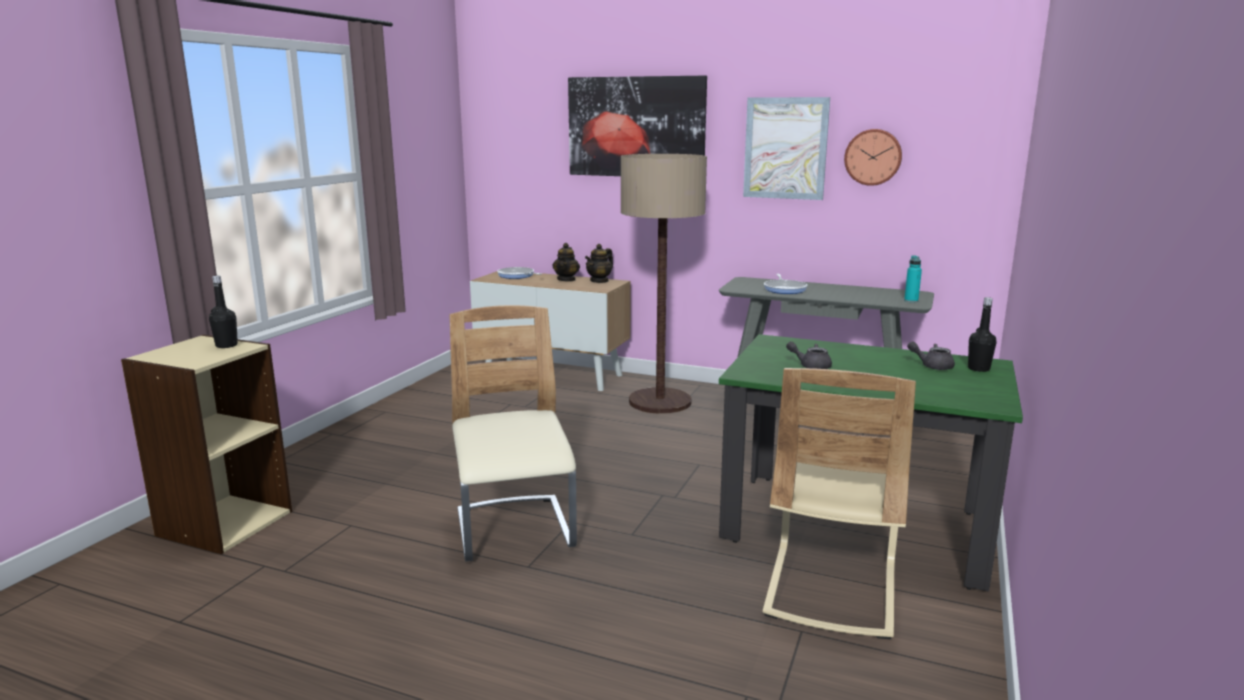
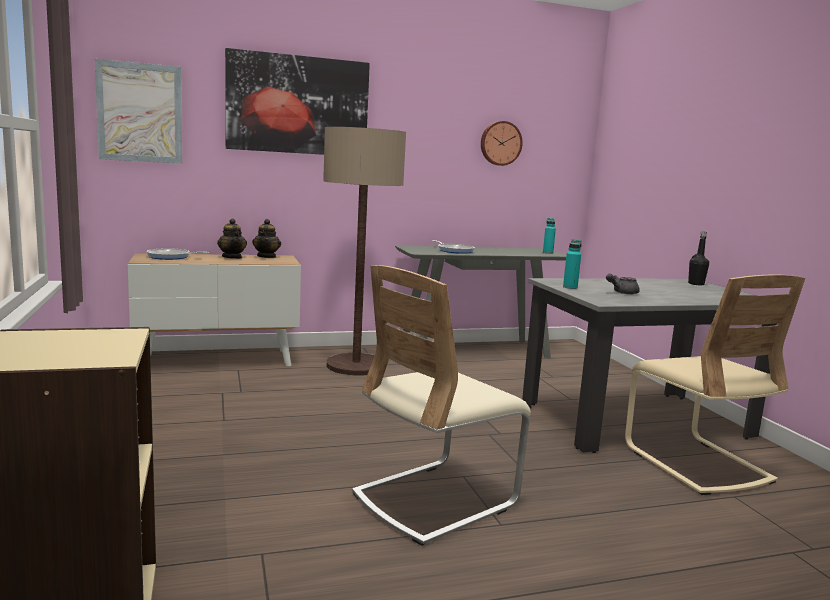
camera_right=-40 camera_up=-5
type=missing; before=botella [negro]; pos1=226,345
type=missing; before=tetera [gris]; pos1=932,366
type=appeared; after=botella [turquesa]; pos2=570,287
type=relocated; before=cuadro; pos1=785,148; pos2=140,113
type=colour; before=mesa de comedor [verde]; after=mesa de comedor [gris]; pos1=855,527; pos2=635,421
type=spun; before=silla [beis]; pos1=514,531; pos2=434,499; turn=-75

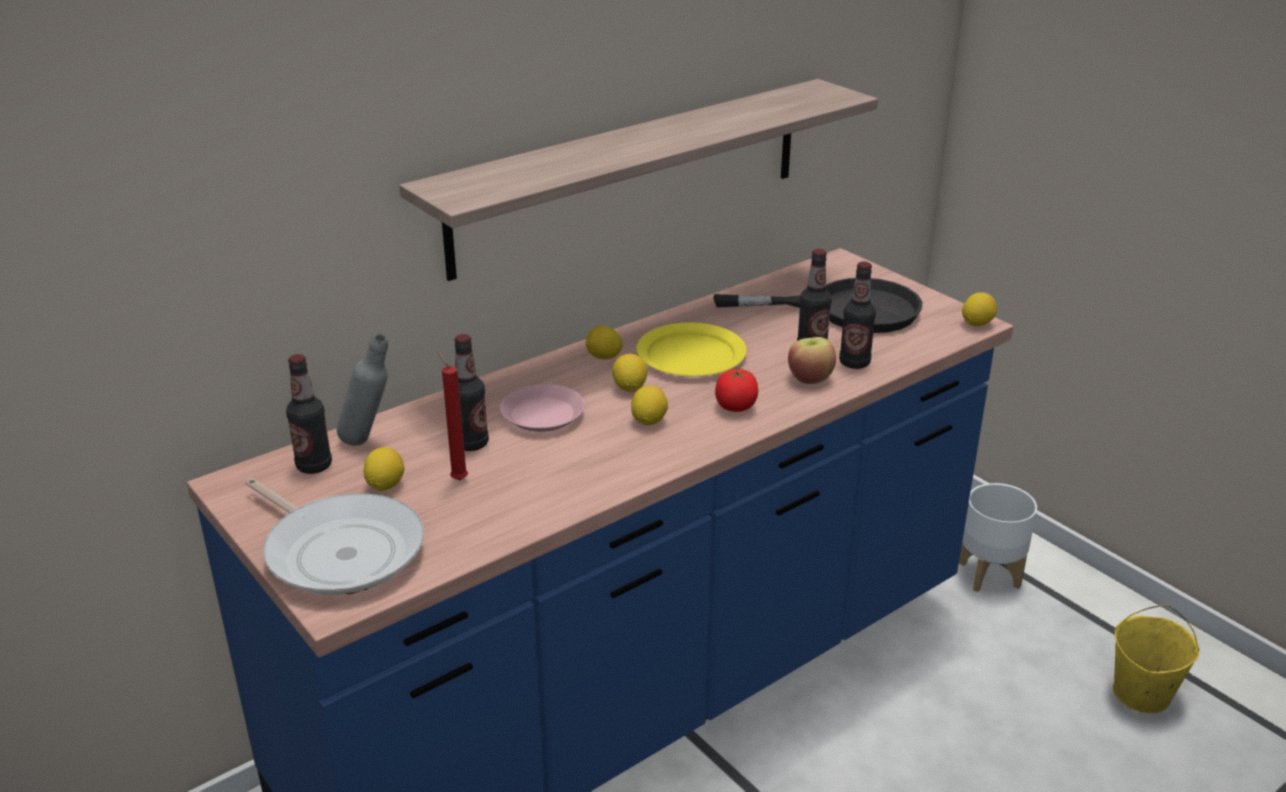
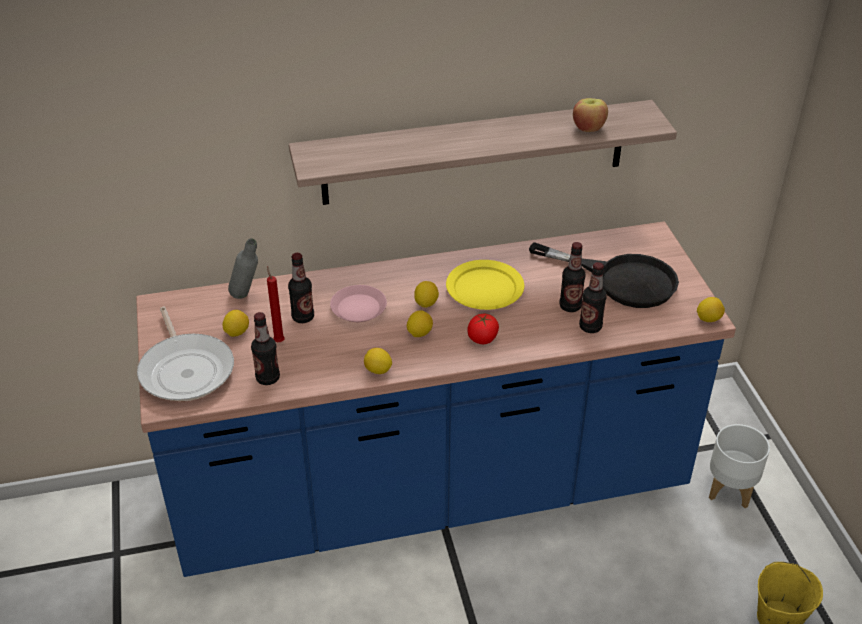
camera_right=25 camera_up=10
type=relocated; before=botella; pos1=314,466; pos2=268,378
type=relocated; before=limón; pos1=604,358; pos2=378,370
type=relocated; before=manzana; pos1=810,378; pos2=588,128

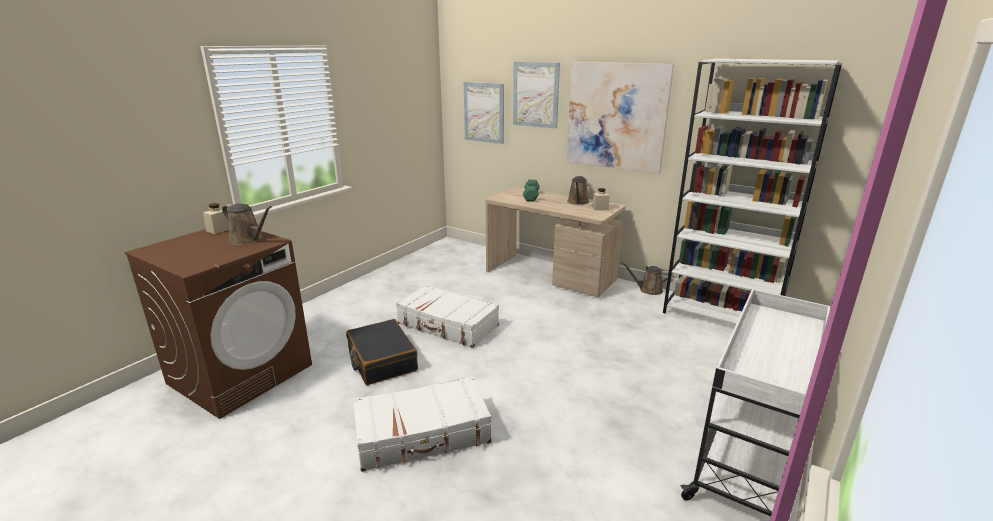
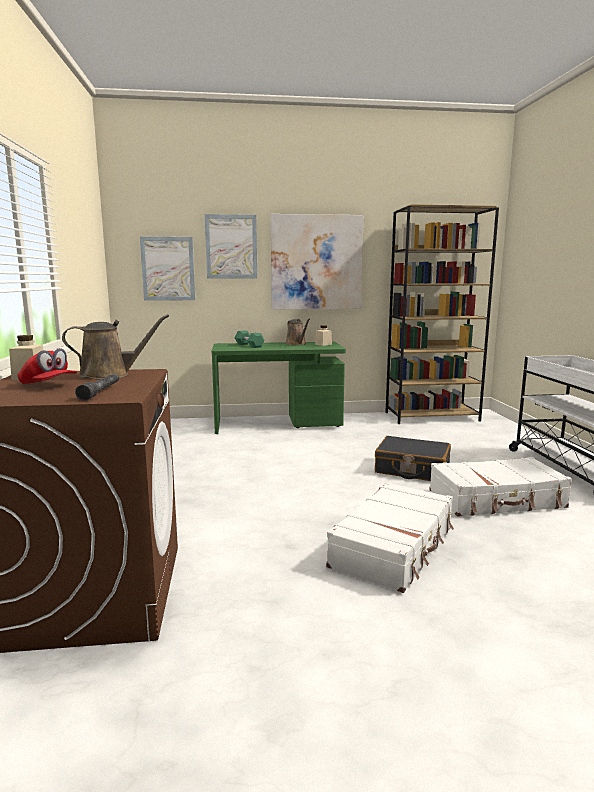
camera_right=-40 camera_up=-10
type=missing; before=regadera [marrón]; pos1=648,290
type=appeared; after=gorra [rojo]; pos2=48,385
type=appeared; after=linterna [gris]; pos2=100,392
type=relocated; before=maleta [negro]; pos1=381,360; pos2=412,469
type=relocated; before=maleta [blanco]; pos1=448,325; pos2=497,499
type=colour; before=escritorio [beis]; after=escritorio [verde]; pos1=550,275; pos2=278,423
type=colour; before=estantería [blanco]; after=estantería [marrón]; pos1=721,315; pos2=432,416

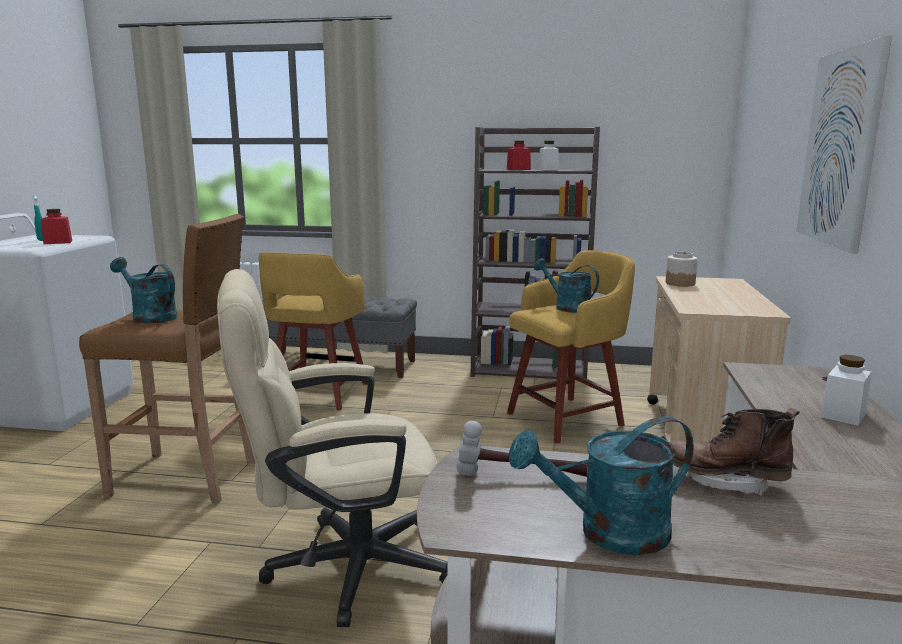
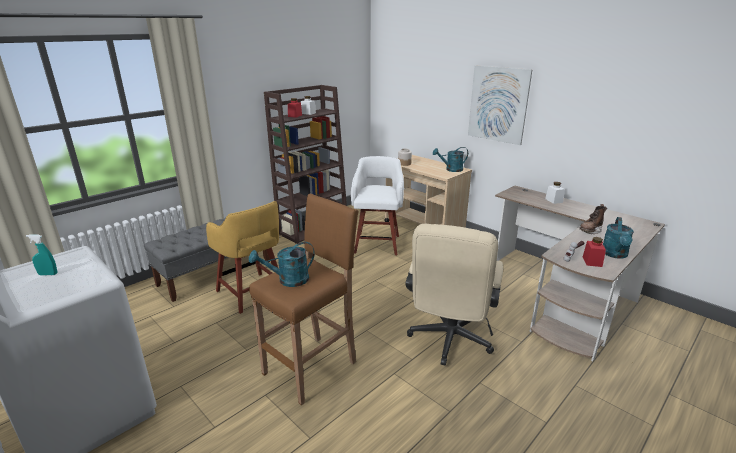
camera_right=-55 camera_up=10
type=relocated; before=tarro [rojo]; pos1=58,242; pos2=592,261
type=relocated; before=regadera [turquesa]; pos1=567,307; pos2=451,169
type=colour; before=taburete [amarillo]; after=taburete [blanco]; pos1=568,418; pos2=377,243

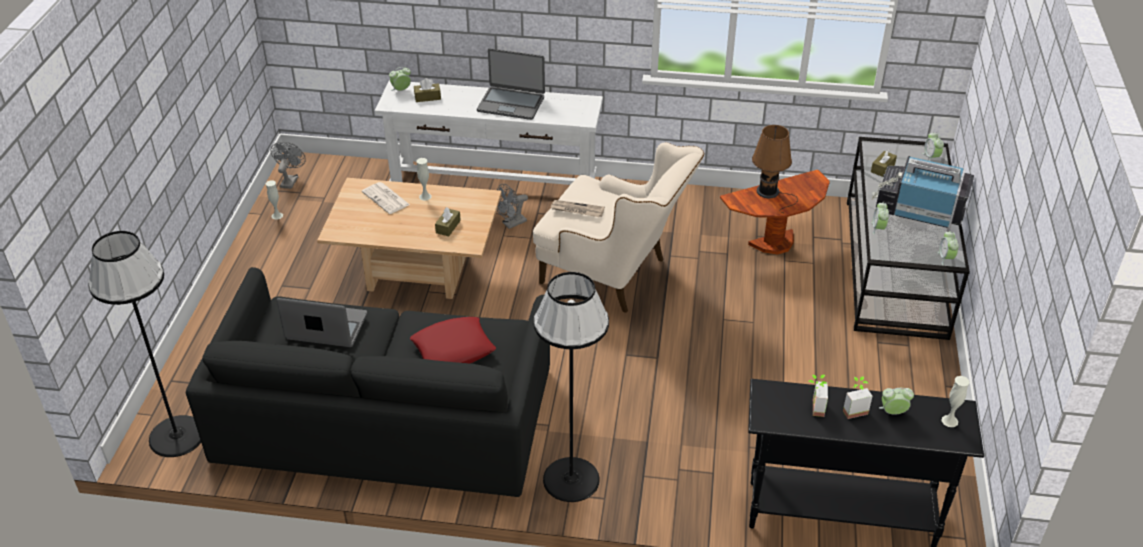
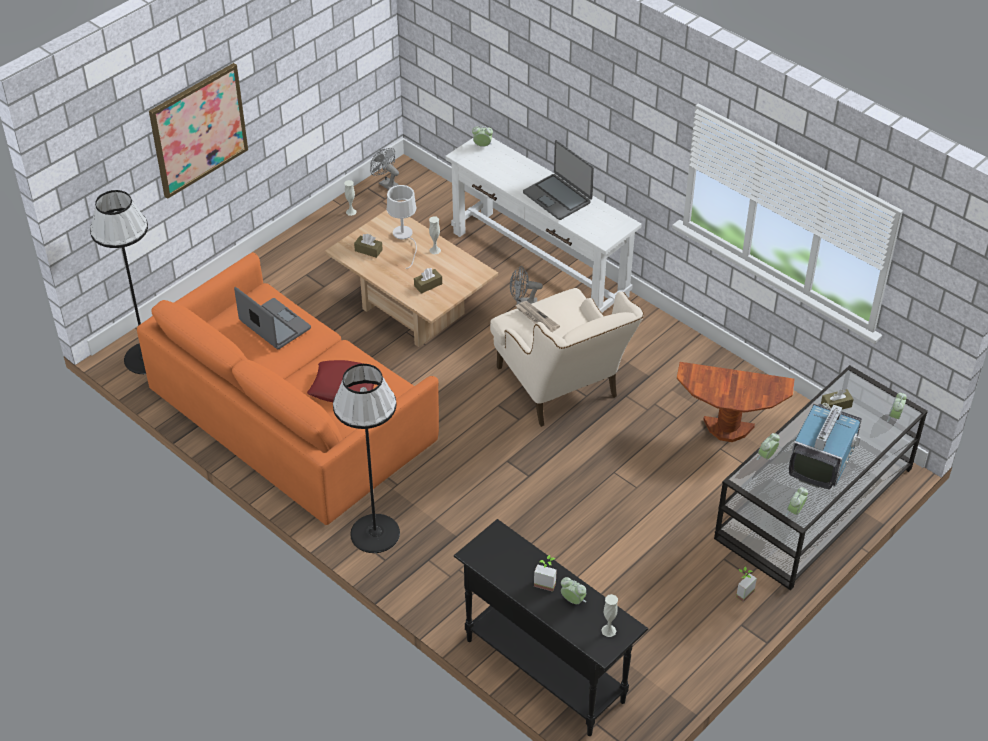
camera_right=35 camera_up=5
type=missing; before=lámpara de mesa [marrón]; pos1=770,193
type=appeared; after=cuadro; pos2=198,130
type=relocated; before=caja de pañuelos [marrón]; pos1=427,97; pos2=368,250
type=relocated; before=planta en maceta; pos1=813,407; pos2=742,592
type=exchanged; before=periódico; after=lámpara de mesa [blanco]; pos1=386,198; pos2=404,238
type=colour; before=sofá [negro]; after=sofá [naranja]; pos1=384,414; pos2=291,414
type=spun; before=ventilador [gris]; pos1=290,180; pos2=386,184; turn=-90
type=spun; before=televisor; pos1=918,210; pos2=823,458; turn=60

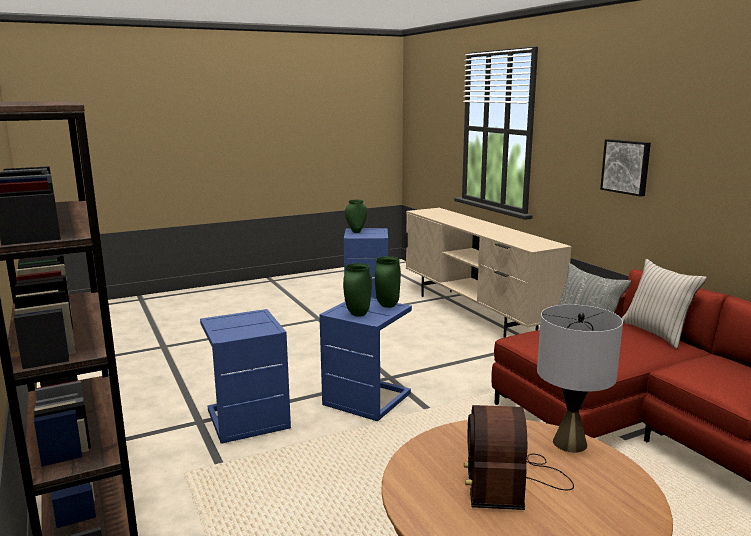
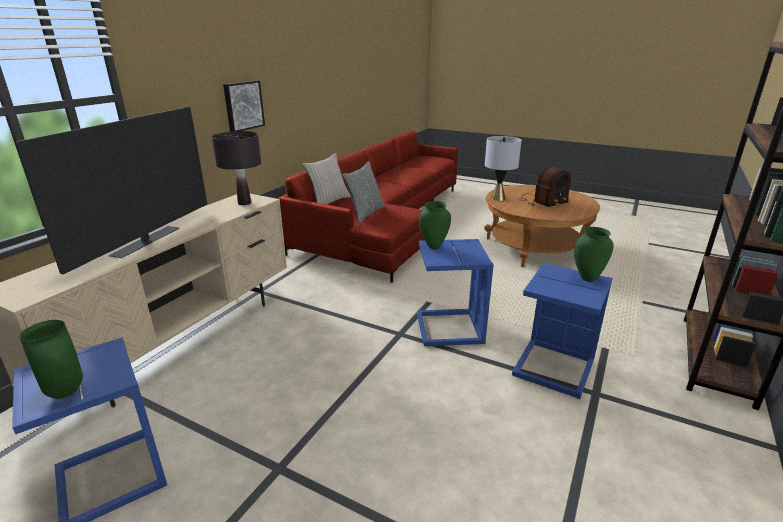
camera_right=-125 camera_up=10
type=appeared; after=televisor; pos2=146,242
type=appeared; after=lámpara de mesa [negro]; pos2=244,203
type=relocated; before=florero [verde]; pos1=358,314; pos2=587,278

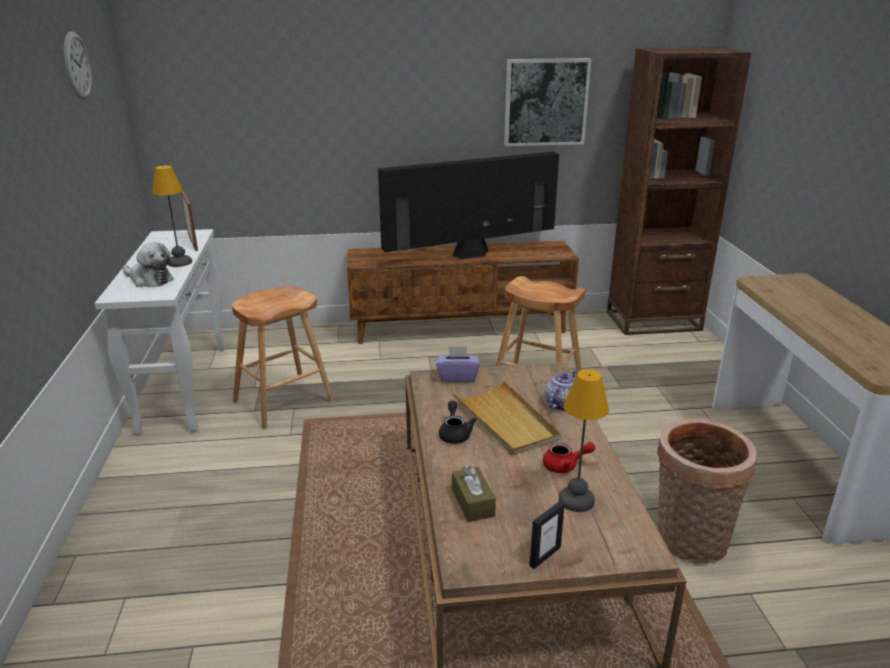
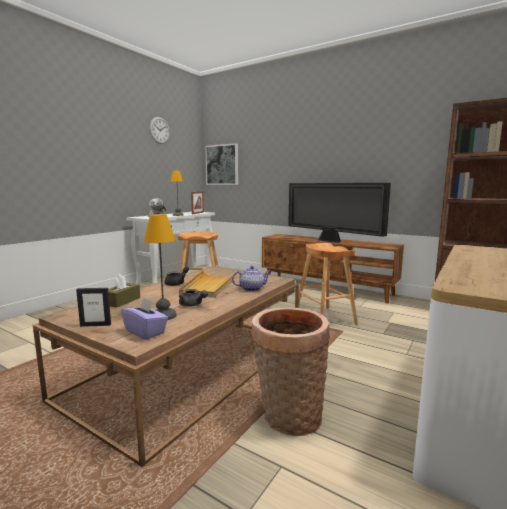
camera_right=40 camera_up=-15
type=relocated; before=caja de pañuelos [morado]; pos1=457,377; pos2=145,332
type=relocated; before=cuadro; pos1=546,102; pos2=222,165
type=colour; before=tetera [rojo]; after=tetera [gris]; pos1=565,466; pos2=192,305
type=spun; before=televisor; pos1=470,255; pos2=331,241; turn=-150

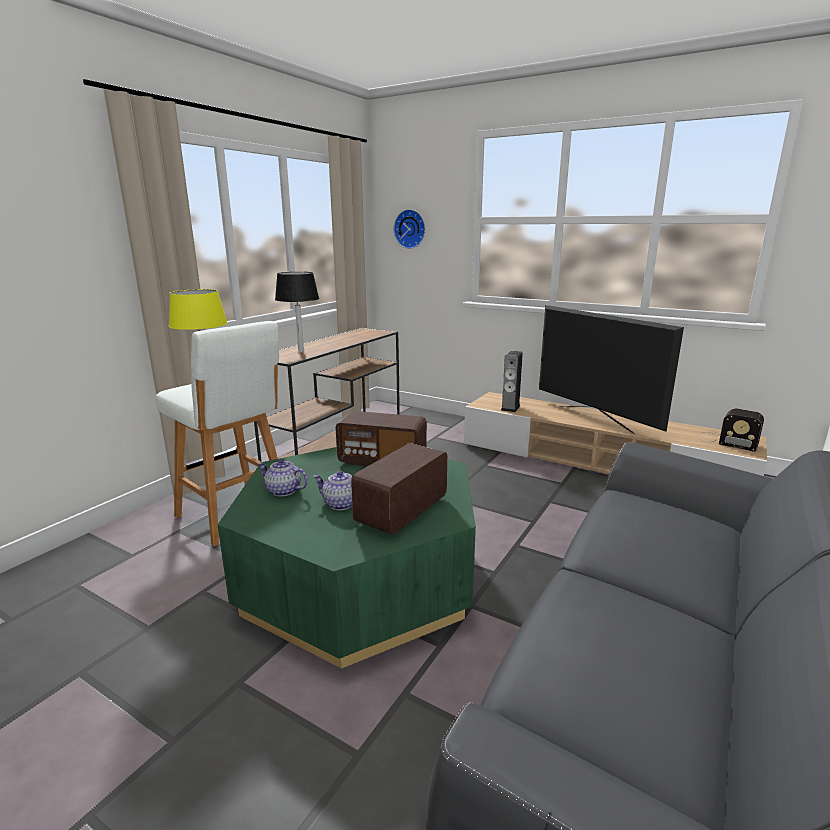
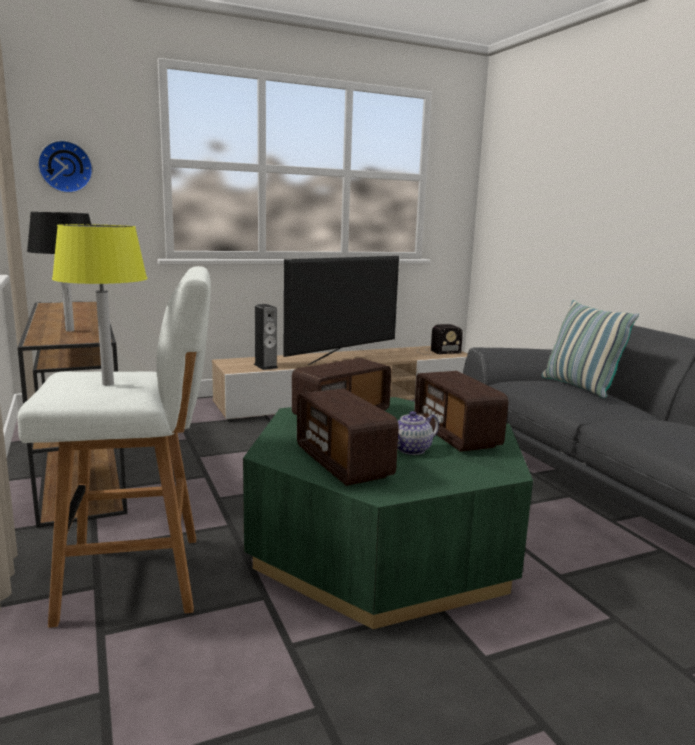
camera_right=-55 camera_up=-5
type=appeared; after=cojín; pos2=579,387
type=exchanged; before=tetera; after=radio; pos1=283,491; pos2=343,463
type=spun; before=televisor; pos1=594,419; pos2=342,358; turn=-45

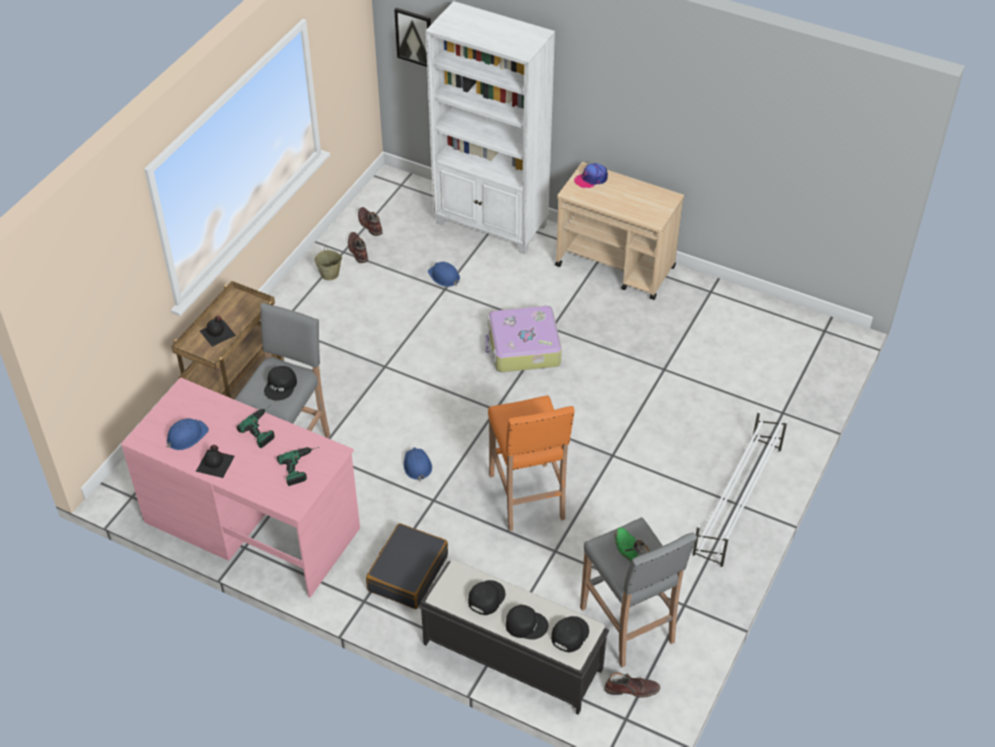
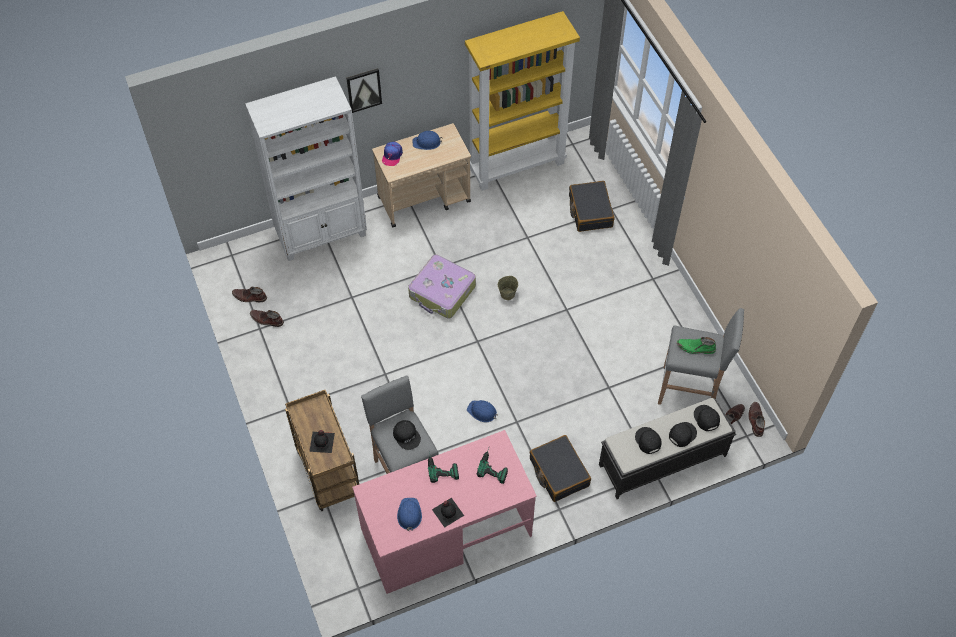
camera_right=-50 camera_up=10
type=missing; before=taburete [naranja]; pos1=527,498
type=missing; before=zapatero [blanco]; pos1=736,503
type=appeared; after=estantería [amarillo]; pos2=517,165
type=appeared; after=maleta [negro]; pos2=590,211
type=appeared; after=bota [marrón]; pos2=755,420
type=relocated; before=cubo [beis]; pos1=330,274; pos2=507,294
type=relocated; before=cuadro; pos1=414,37; pos2=364,89
type=relocated; before=casco [azul]; pos1=444,276; pos2=427,142

